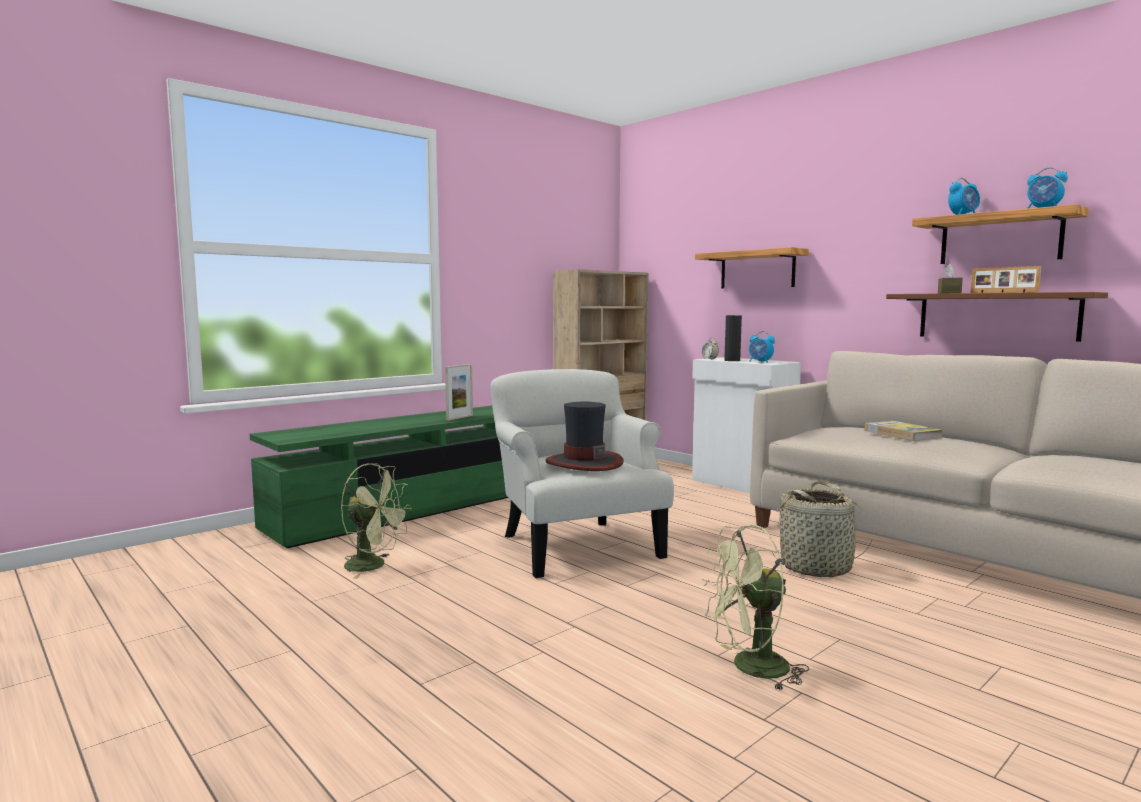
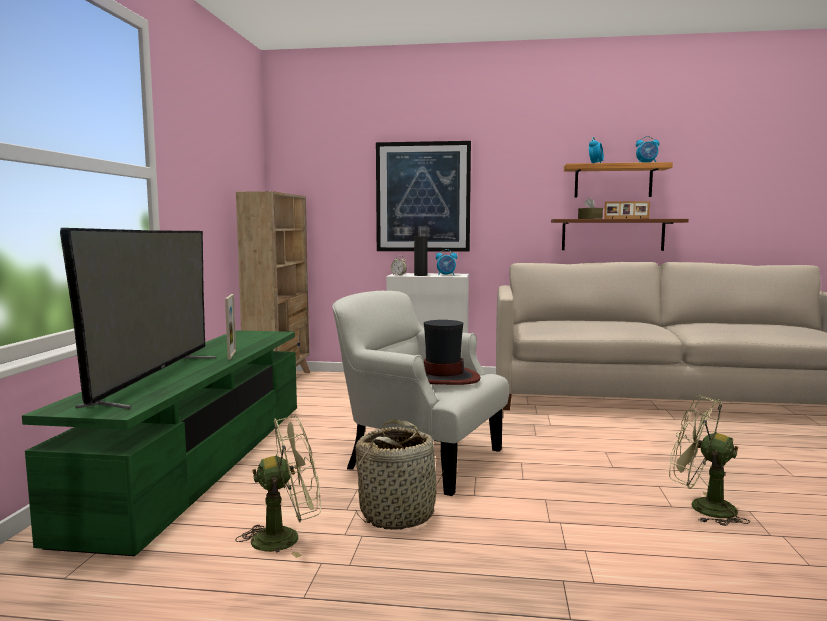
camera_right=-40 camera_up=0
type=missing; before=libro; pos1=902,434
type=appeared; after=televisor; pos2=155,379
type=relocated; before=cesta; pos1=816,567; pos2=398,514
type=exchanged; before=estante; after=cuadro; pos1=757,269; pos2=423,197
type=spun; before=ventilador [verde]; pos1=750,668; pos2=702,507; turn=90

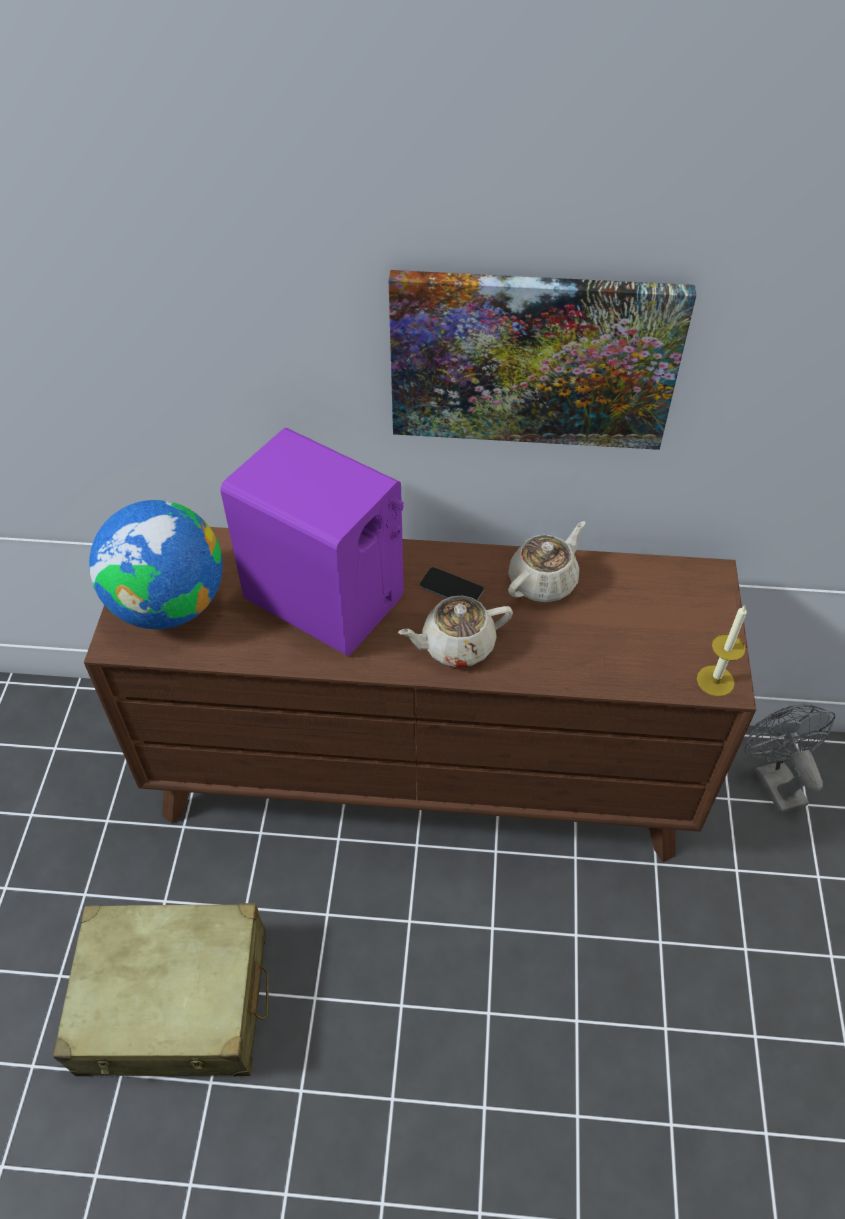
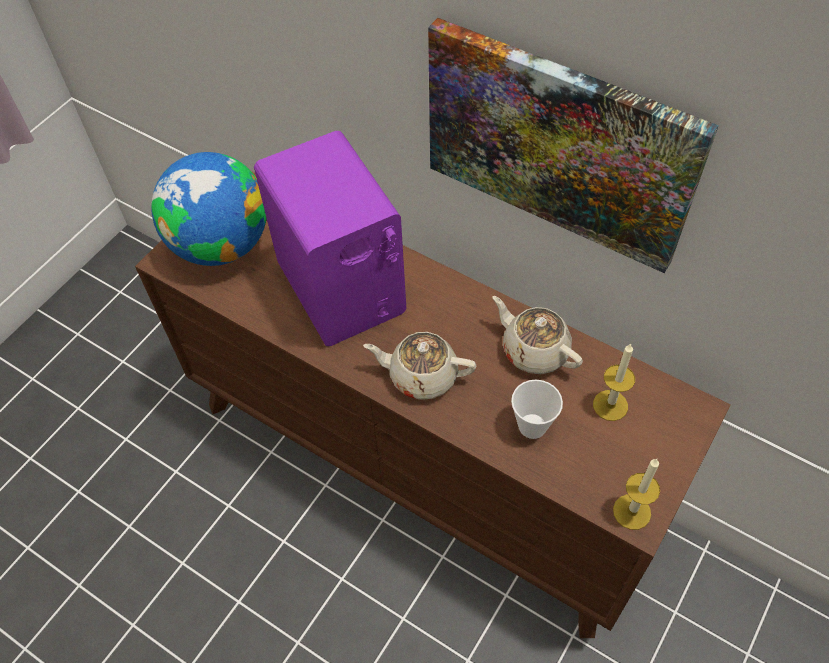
camera_right=30 camera_up=5
type=missing; before=maleta [beis]; pos1=174,1001
type=missing; before=móvil; pos1=451,588
type=missing; before=ventilador [gris]; pos1=774,780
type=appeared; after=taza; pos2=532,426
type=appeared; after=vela; pos2=610,405
type=spun; before=tetera [beis]; pos1=543,581; pos2=534,350; turn=-120

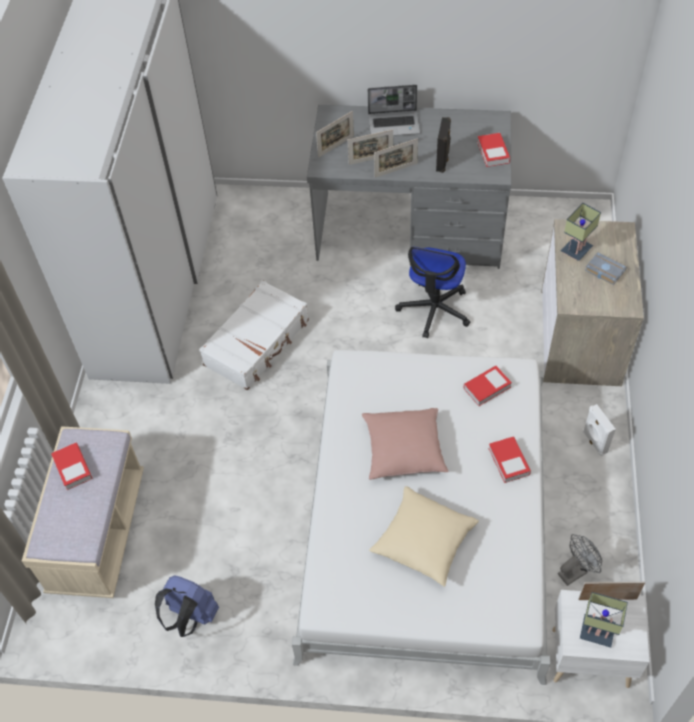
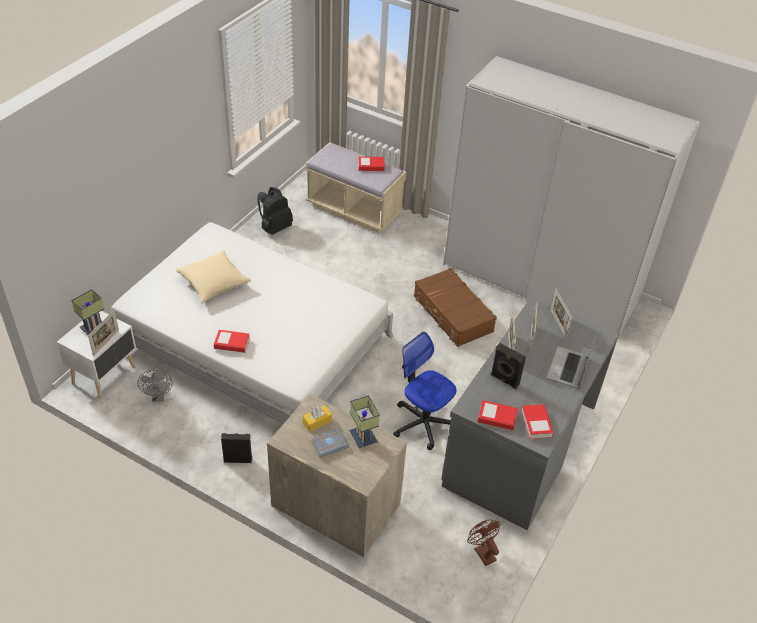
camera_right=110 camera_up=-10
type=missing; before=cojín [rosa]; pos1=404,450
type=appeared; after=caja de pañuelos [amarillo]; pos2=317,422
type=appeared; after=ventilador [marrón]; pos2=482,552
type=relocated; before=libro; pos1=487,388; pos2=536,424
type=colour; before=mochila [azul]; after=mochila [negro]; pos1=190,616; pos2=275,228
type=colour; before=maleta [blanco]; after=maleta [marrón]; pos1=257,342; pos2=452,314
type=colour; before=altavoz [blanco]; after=altavoz [negro]; pos1=594,442; pos2=238,459

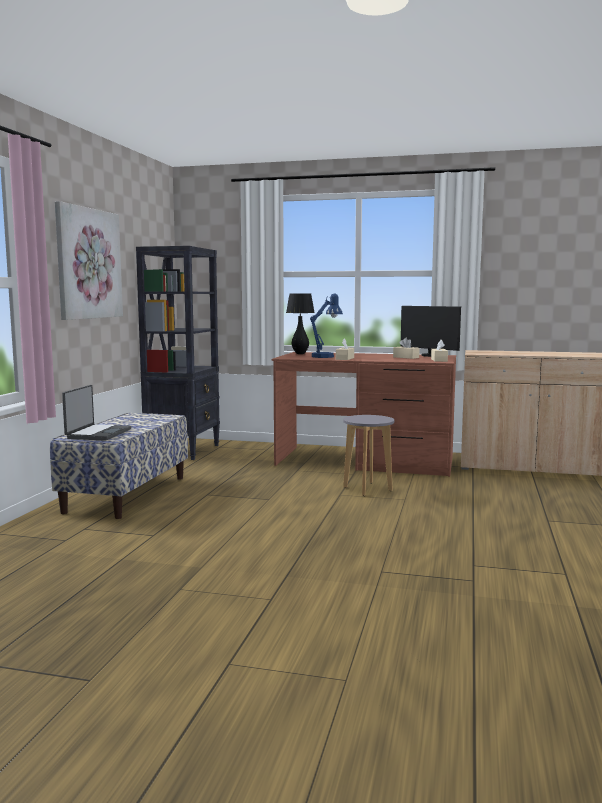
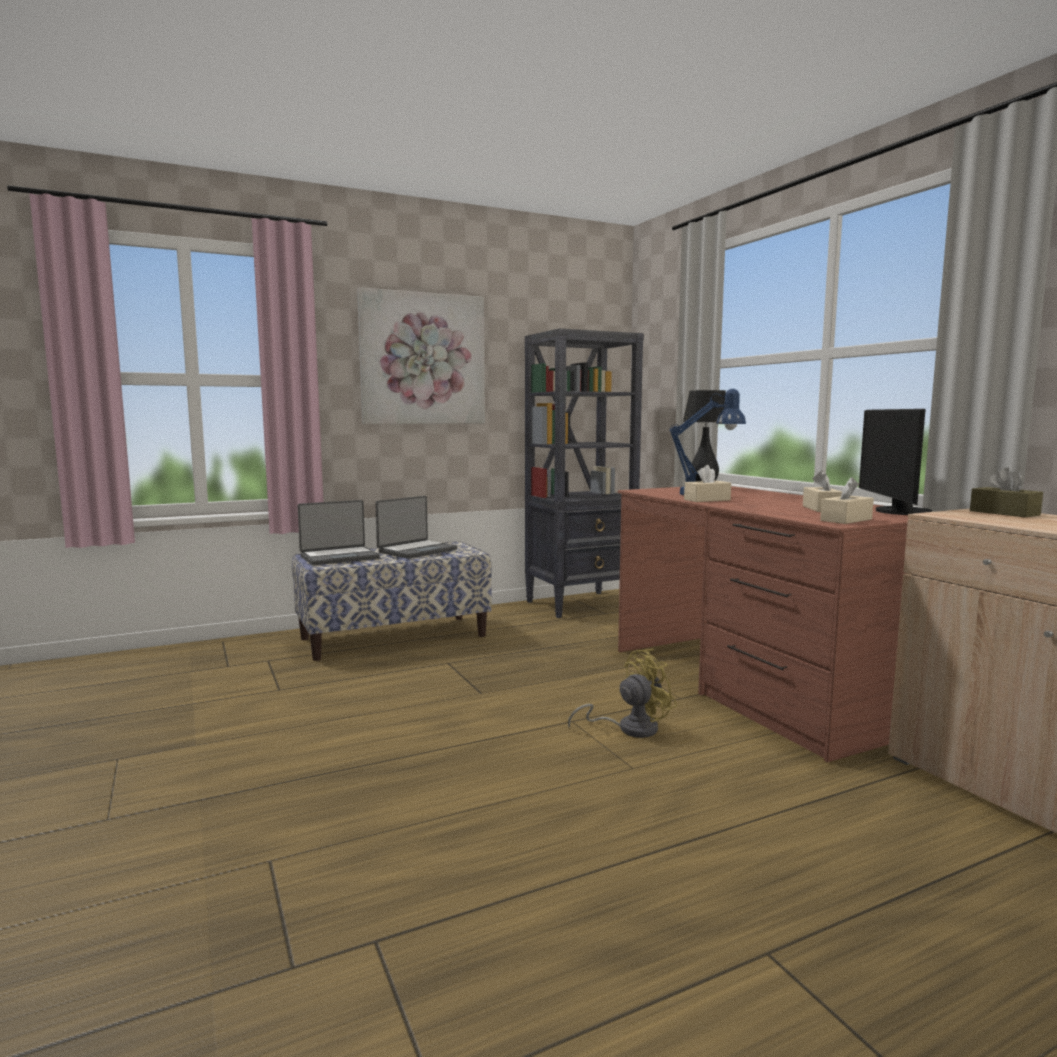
camera_right=50 camera_up=0
type=appeared; after=portátil; pos2=416,550
type=appeared; after=caja de pañuelos [marrón]; pos2=1004,513
type=exchanged; before=taburete [gris]; after=ventilador [amarillo]; pos1=367,489; pos2=629,728

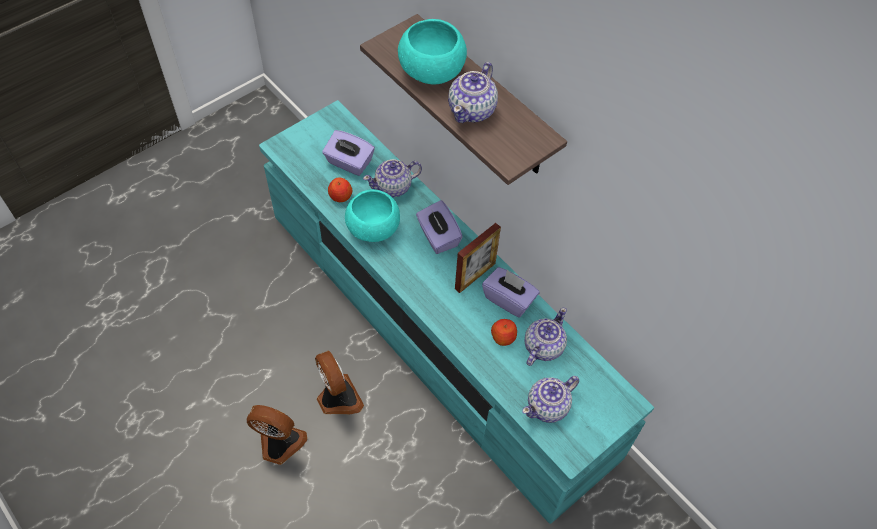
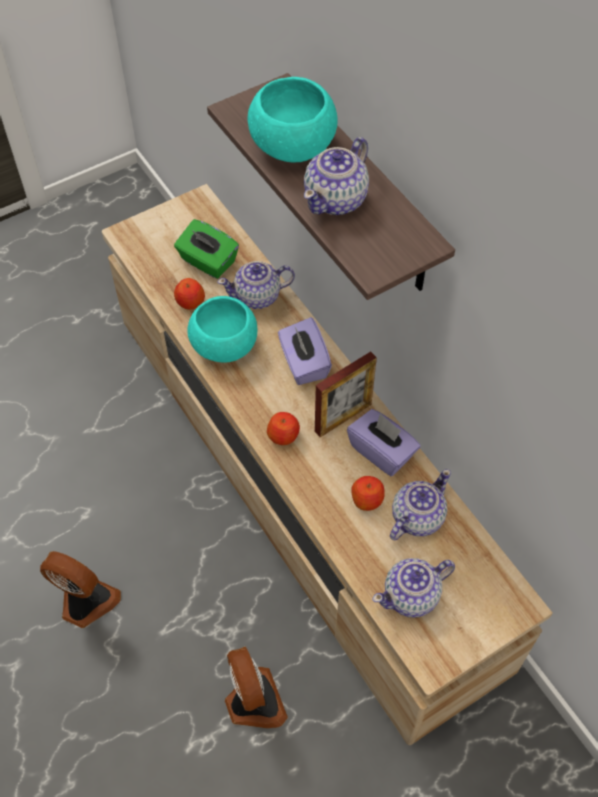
camera_right=10 camera_up=0
type=appeared; after=manzana; pos2=283,435
type=relocated; before=ventilador; pos1=337,398; pos2=253,702
type=colour; before=mueble de televisión [turquesa]; after=mueble de televisión [beis]; pos1=435,329; pos2=299,480
type=colour; before=caja de pañuelos [morado]; after=caja de pañuelos [verde]; pos1=349,163; pos2=207,262

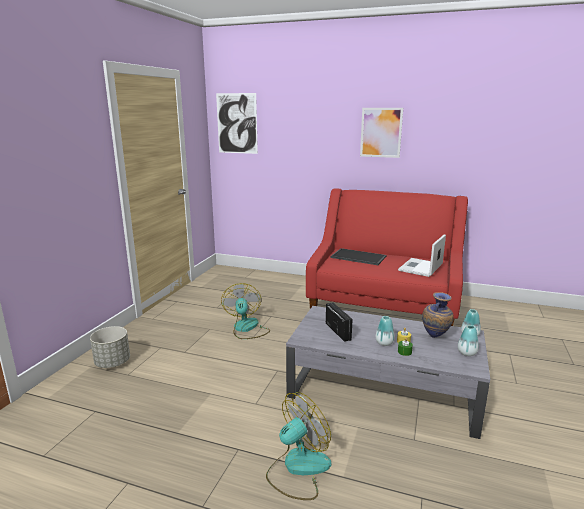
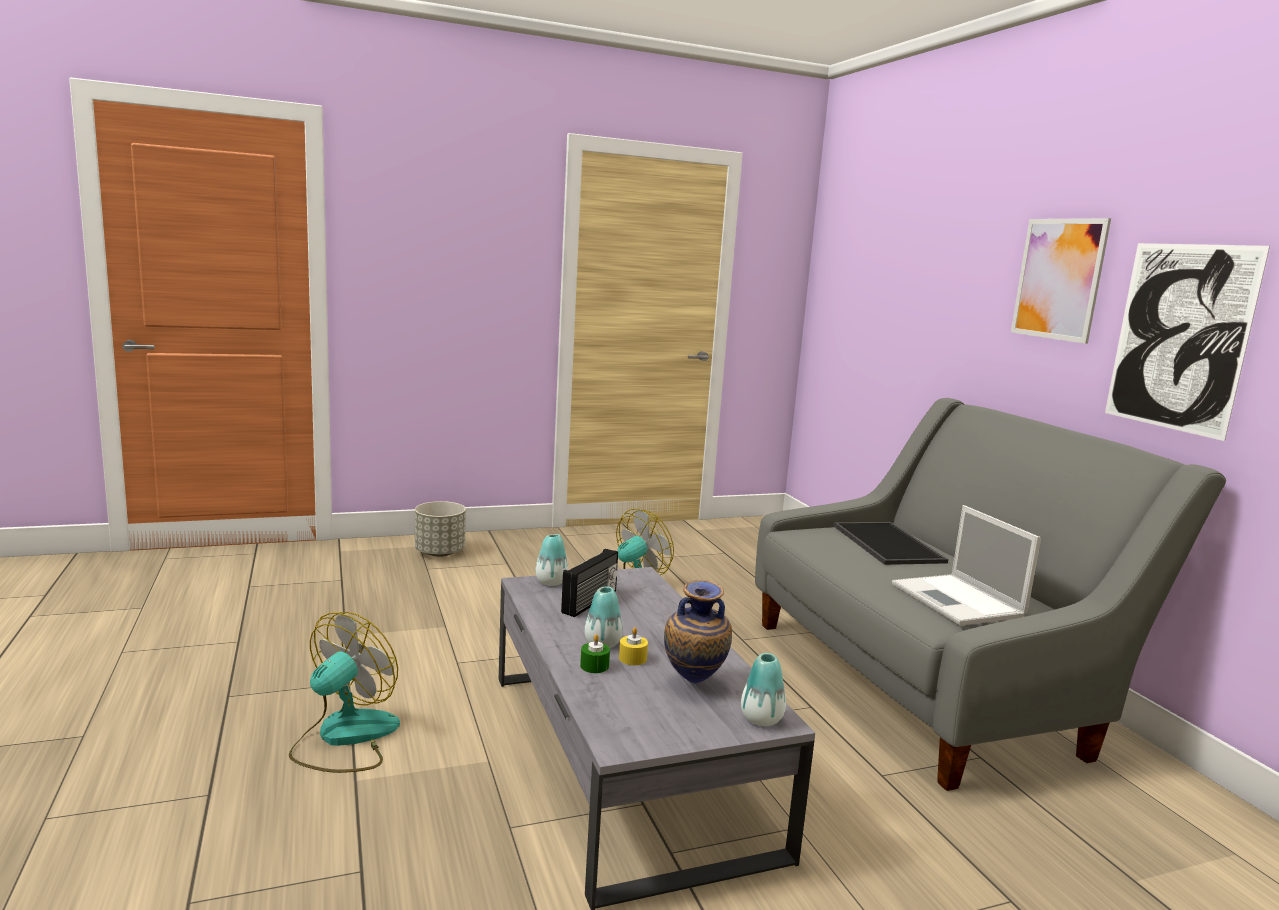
camera_right=50 camera_up=-5
type=relocated; before=cuadro; pos1=237,123; pos2=1179,337
type=relocated; before=florero; pos1=467,353; pos2=551,582
type=colour; before=sofá [rojo]; after=sofá [gris]; pos1=383,306; pos2=926,682
type=spun; before=ventilador; pos1=298,468; pos2=344,738; turn=-75
type=spun; before=portátil; pos1=420,268; pos2=958,601; turn=-105

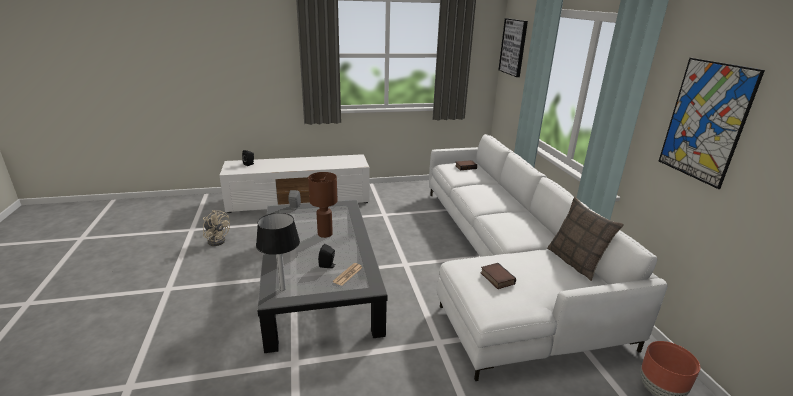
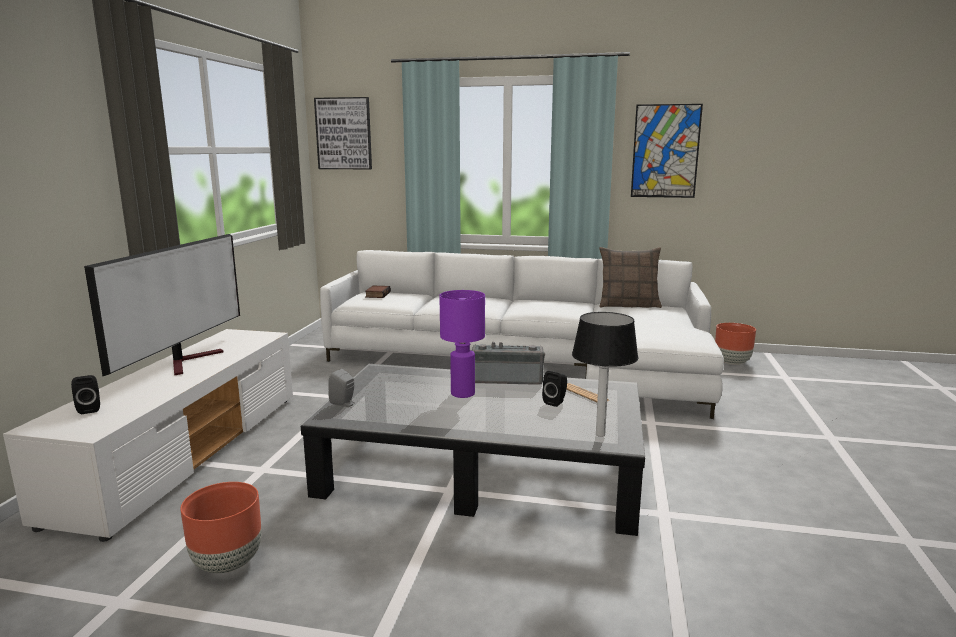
camera_right=-65 camera_up=-10
type=missing; before=libro; pos1=496,278
type=appeared; after=televisor; pos2=189,361
type=appeared; after=radio; pos2=507,379
type=exchanged; before=ventilador [beis]; after=maceta [marrón]; pos1=217,240; pos2=227,563
type=colour; before=lámpara de mesa [marrón]; after=lámpara de mesa [morado]; pos1=325,234; pos2=462,393

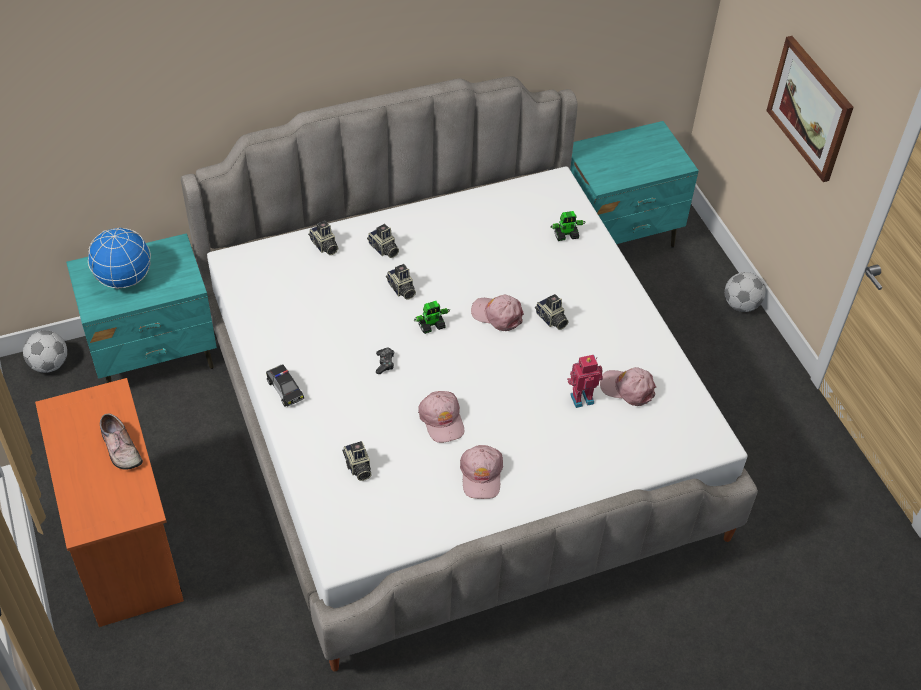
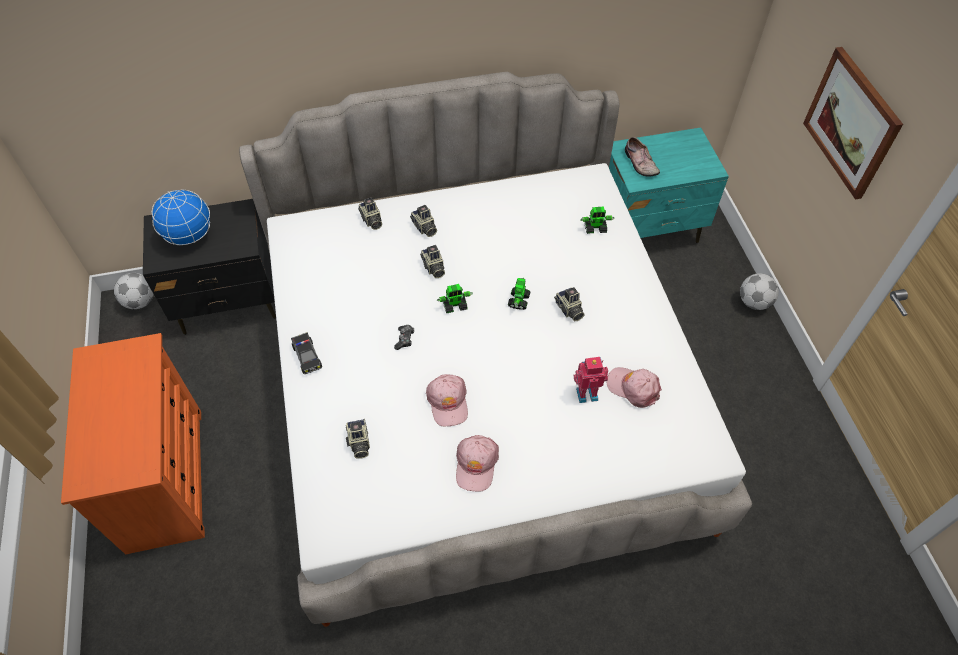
camera_right=10 camera_up=5
type=relocated; before=zapato; pos1=119,448; pos2=639,163
type=exchanged; before=gorra [rosa]; after=robot de juguete; pos1=497,315; pos2=518,301
type=colour; before=mesita de noche [turquesa]; after=mesita de noche [negro]; pos1=155,355; pos2=229,301

